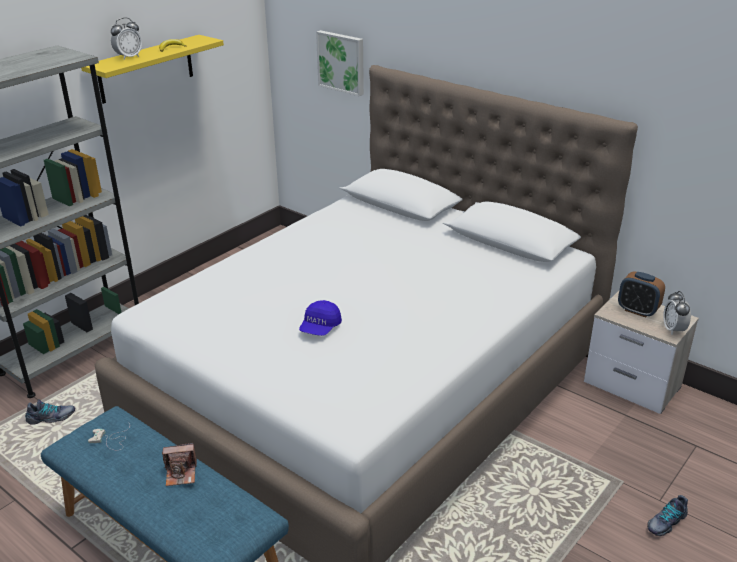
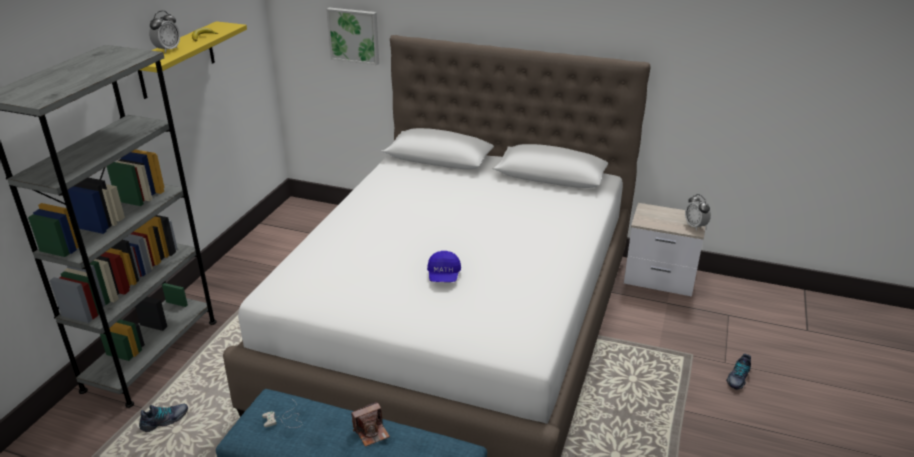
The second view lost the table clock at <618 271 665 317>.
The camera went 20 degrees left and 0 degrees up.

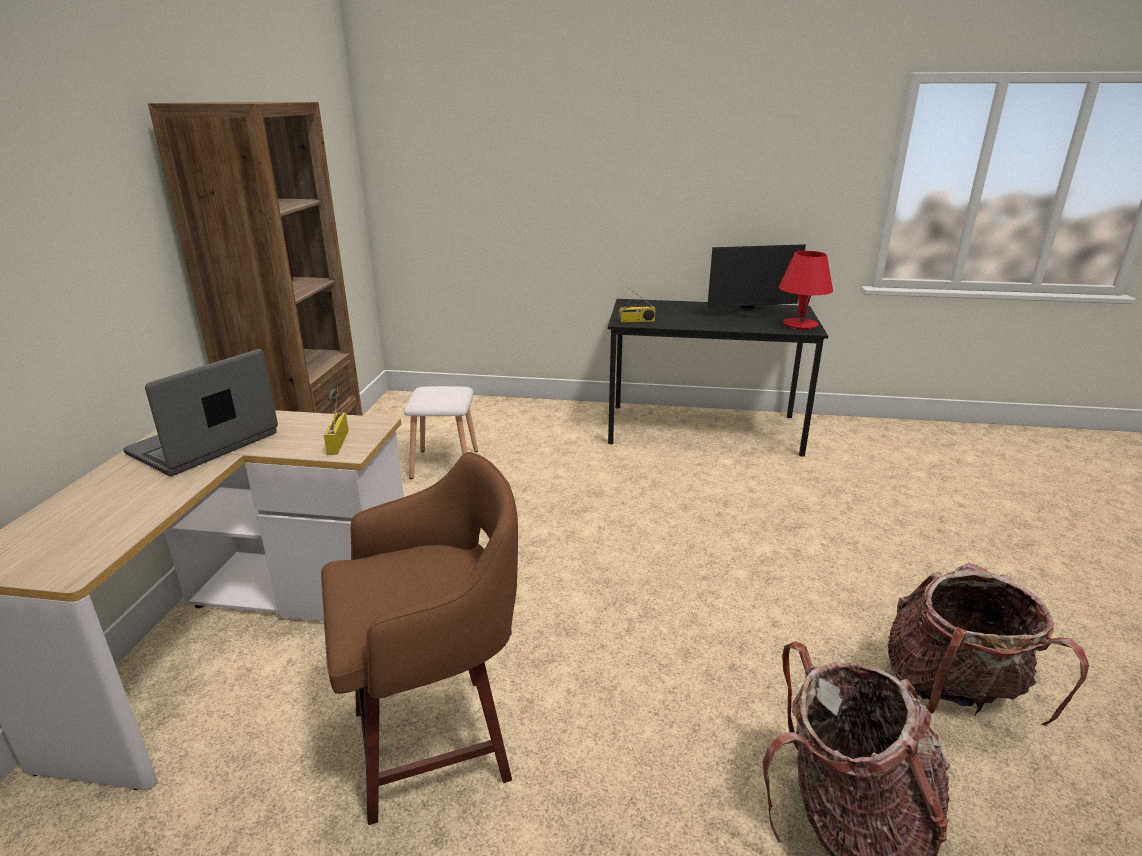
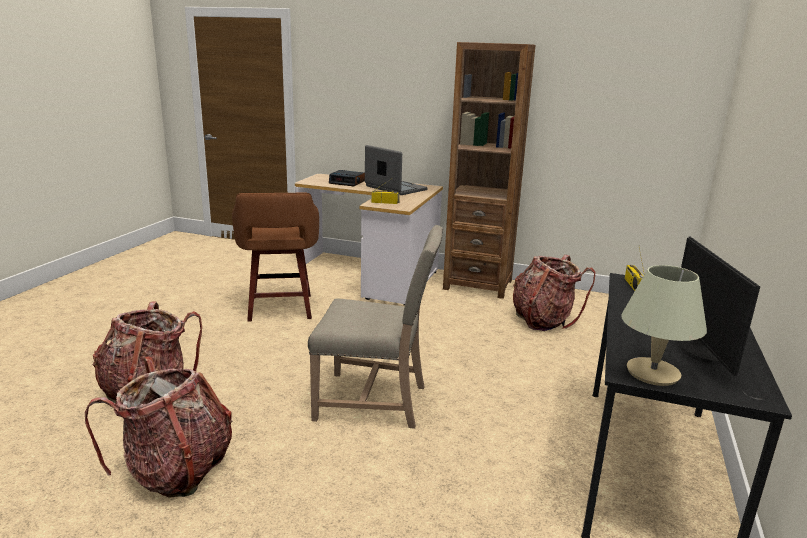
What was the red-coloured lamp for a table at <779 251 833 330> turned into the beige lamp for a table at <621 265 707 386>.
Where the white stool seat stood at <404 386 478 479>, the rucksack came to stand at <513 255 595 331>.
The second view gained the table clock at <329 170 365 186>.
The second view gained the beige chair at <308 225 443 429>.
The camera went 100 degrees right and 5 degrees down.

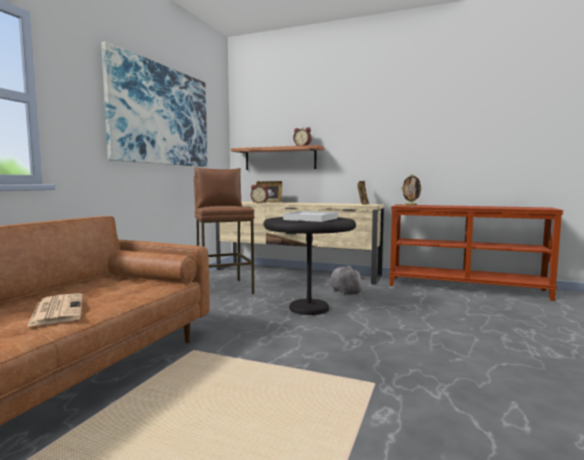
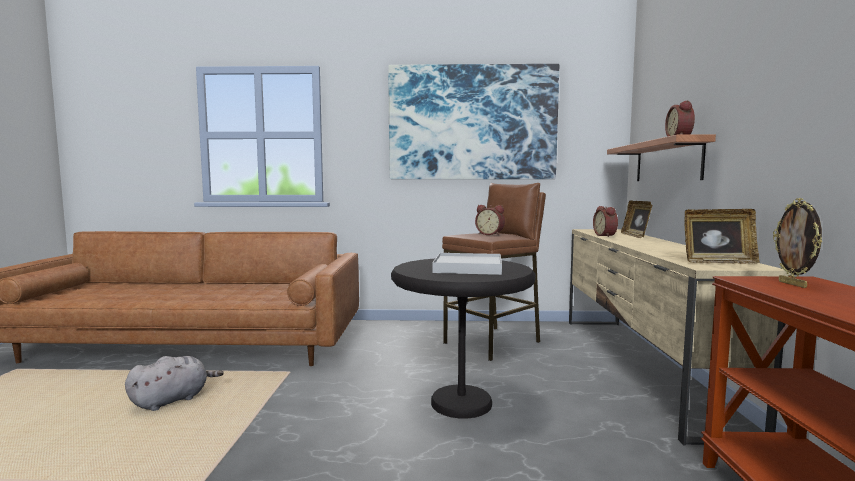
The grey plush toy ended up elsewhere, having gone from <330 266 364 295> to <125 356 224 411>.
The second view lost the newspaper at <27 293 83 327>.
The second view gained the table clock at <475 205 505 235>.
The camera went 70 degrees right and 0 degrees up.

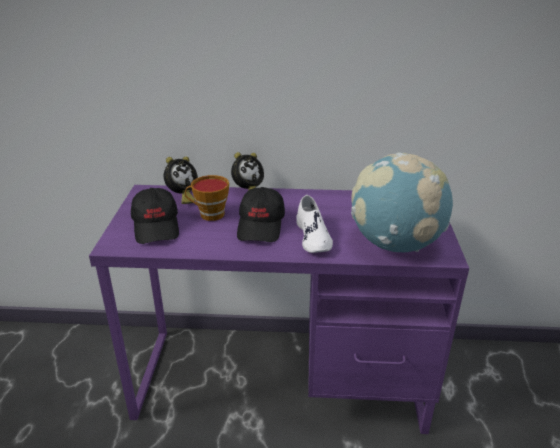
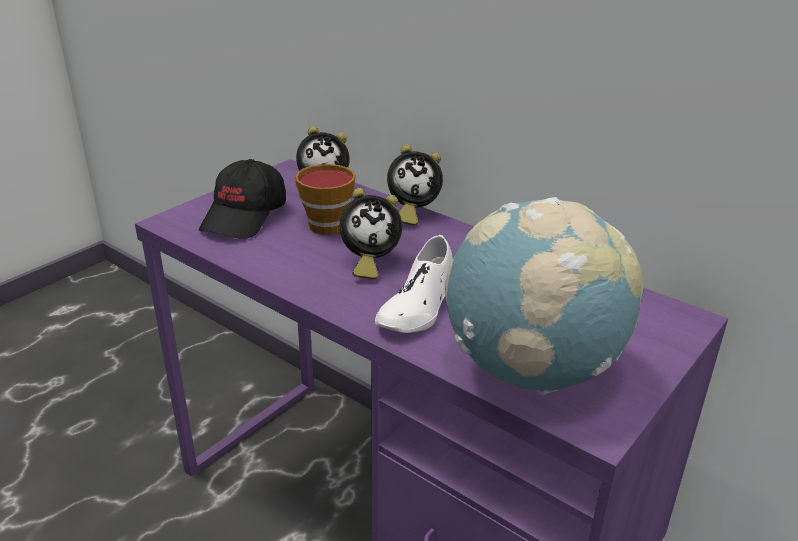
Where the black-coloured peaked cap stood at <237 187 285 242>, the table clock came to stand at <340 188 402 279>.
The camera went 35 degrees right and 0 degrees up.

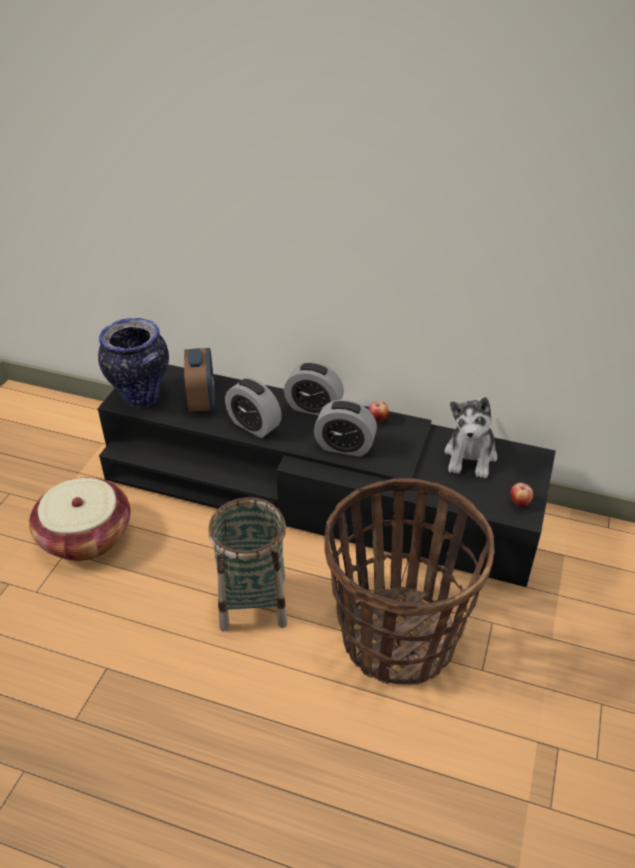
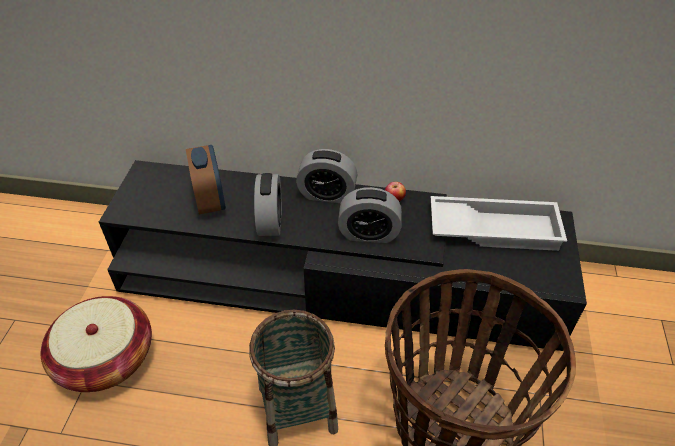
The second view lost the flower vase at <98 318 169 407>.
The table clock at <225 378 282 438> ended up facing another way, 120 degrees counterclockwise from before.
Where the plush toy stood at <445 397 497 478>, the white serving tray came to stand at <431 196 567 251>.
The second view lost the whole apple at <510 483 533 507>.
The camera went 10 degrees left and 5 degrees up.

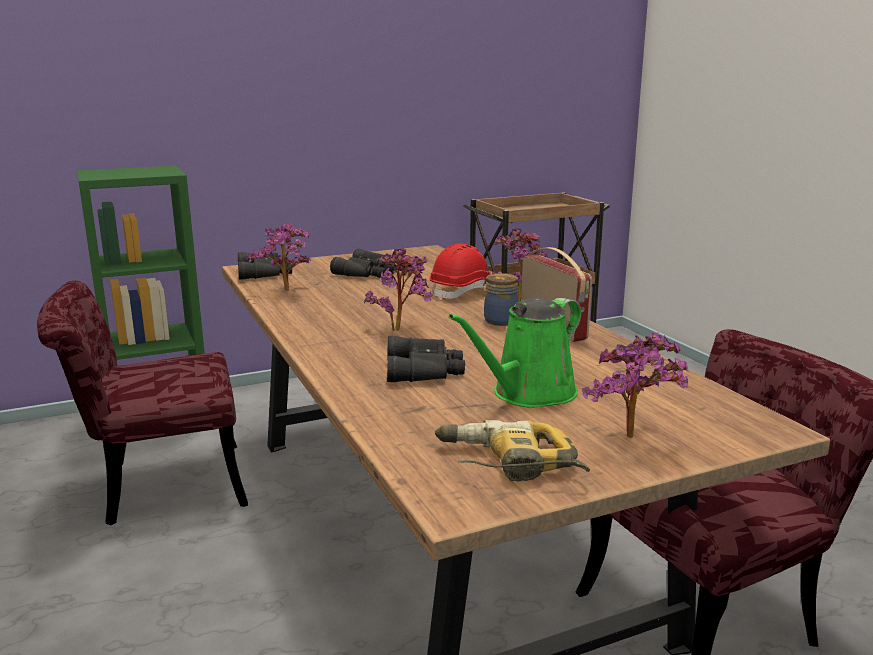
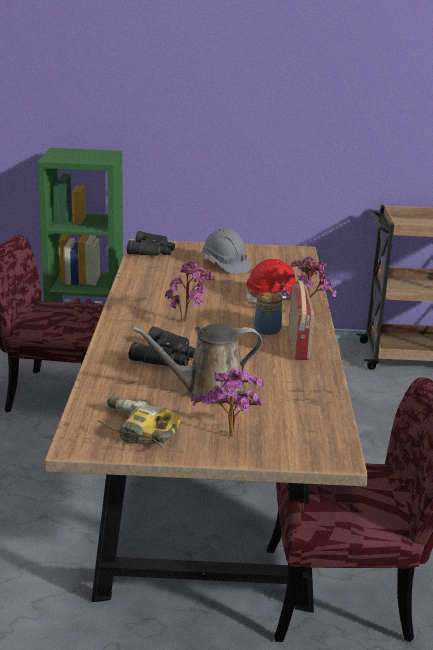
The second view lost the plant in a pot at <247 223 311 291>.
Where the black-coloured field glasses stood at <330 249 396 278>, the grey work helmet came to stand at <202 228 251 274>.
What was the green watering pot at <449 298 581 408> turned into the brownish watering pot at <132 324 262 403>.
The camera went 25 degrees right and 5 degrees up.

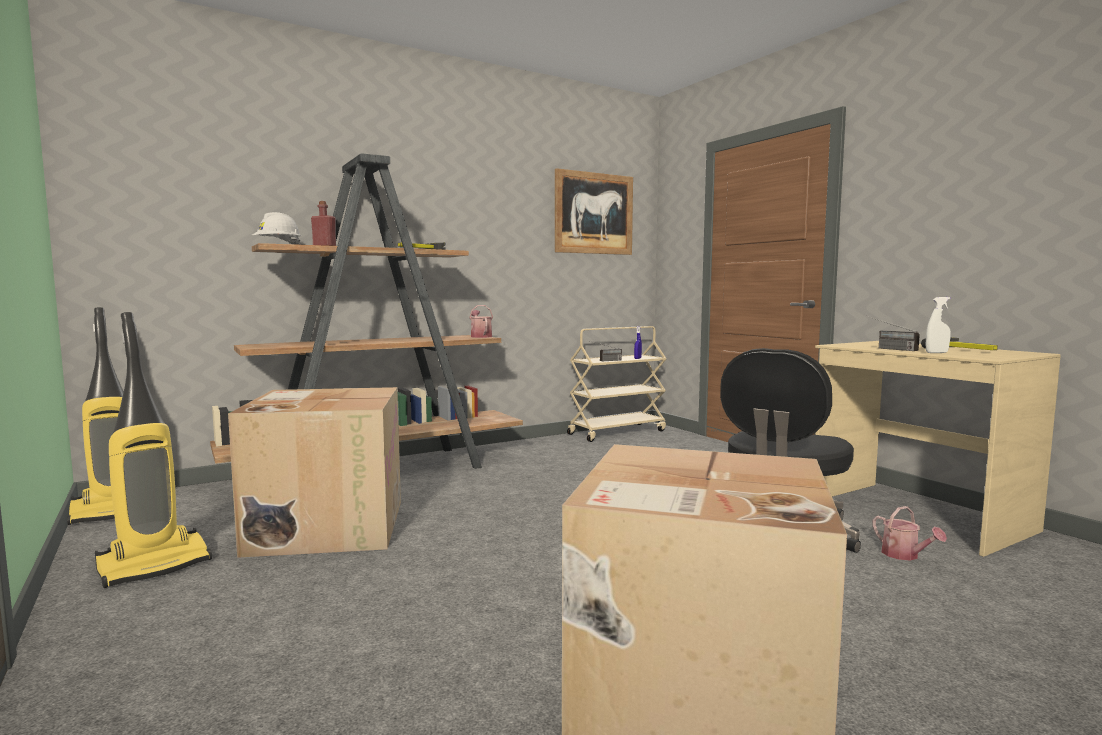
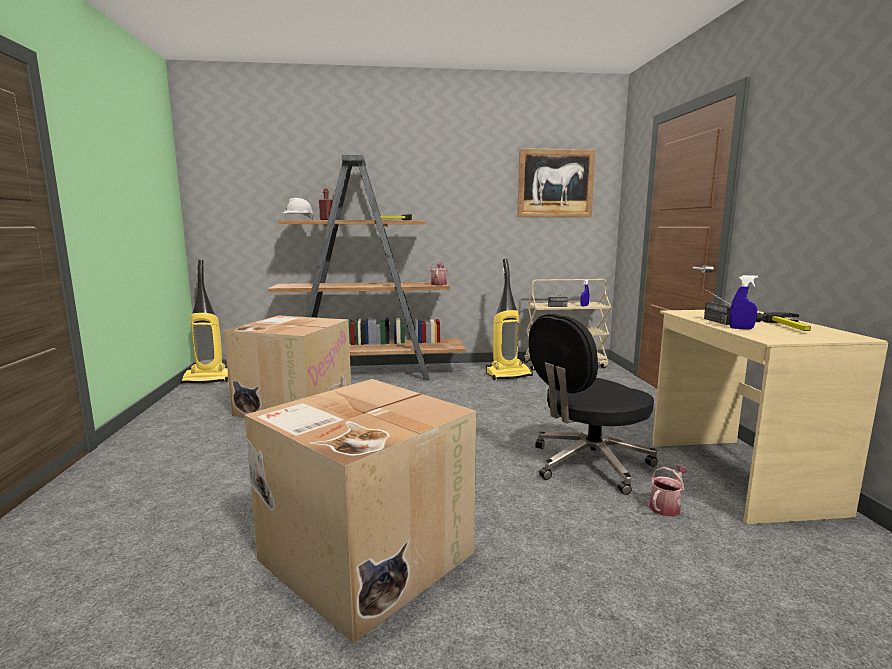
What was the white hand sprayer at <926 297 951 353> turned into the bluish hand sprayer at <729 275 758 329>.
The vacuum cleaner ended up elsewhere, having gone from <95 312 212 588> to <486 259 533 380>.
The watering pot at <872 506 947 561> ended up facing another way, 135 degrees counterclockwise from before.
The camera went 25 degrees right and 5 degrees up.

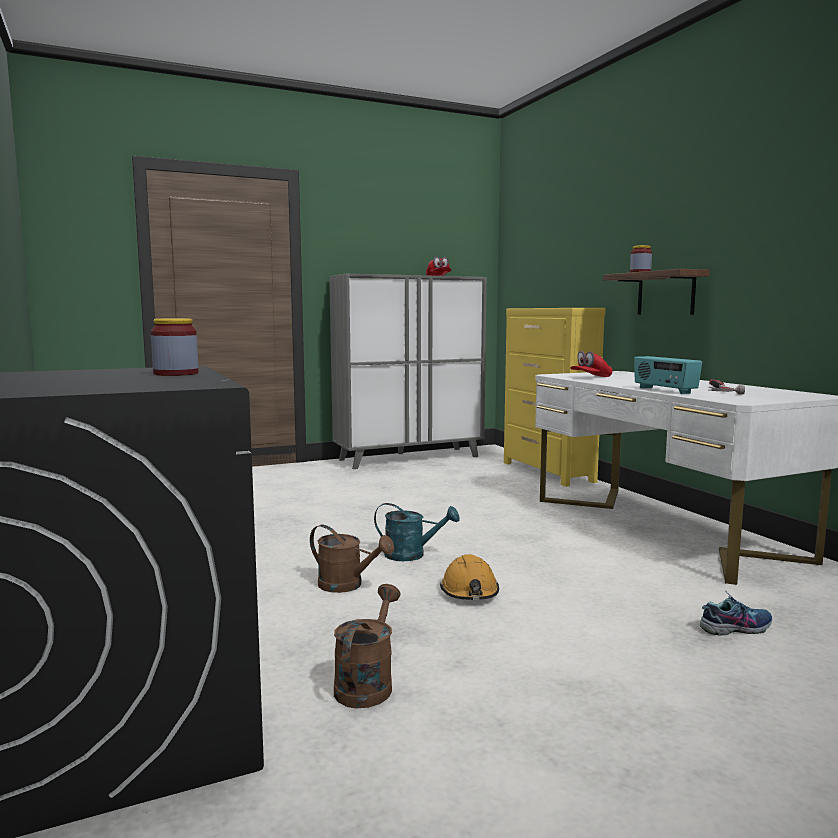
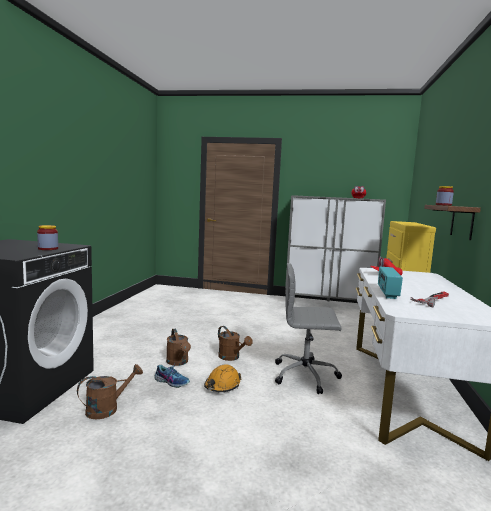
What was the turquoise watering pot at <374 503 459 561> turned into the brownish watering pot at <218 326 252 361>.
The low shoe ended up elsewhere, having gone from <700 590 772 636> to <154 364 190 388>.
The second view gained the grey desk chair at <275 263 342 394>.
The camera went 35 degrees right and 0 degrees up.

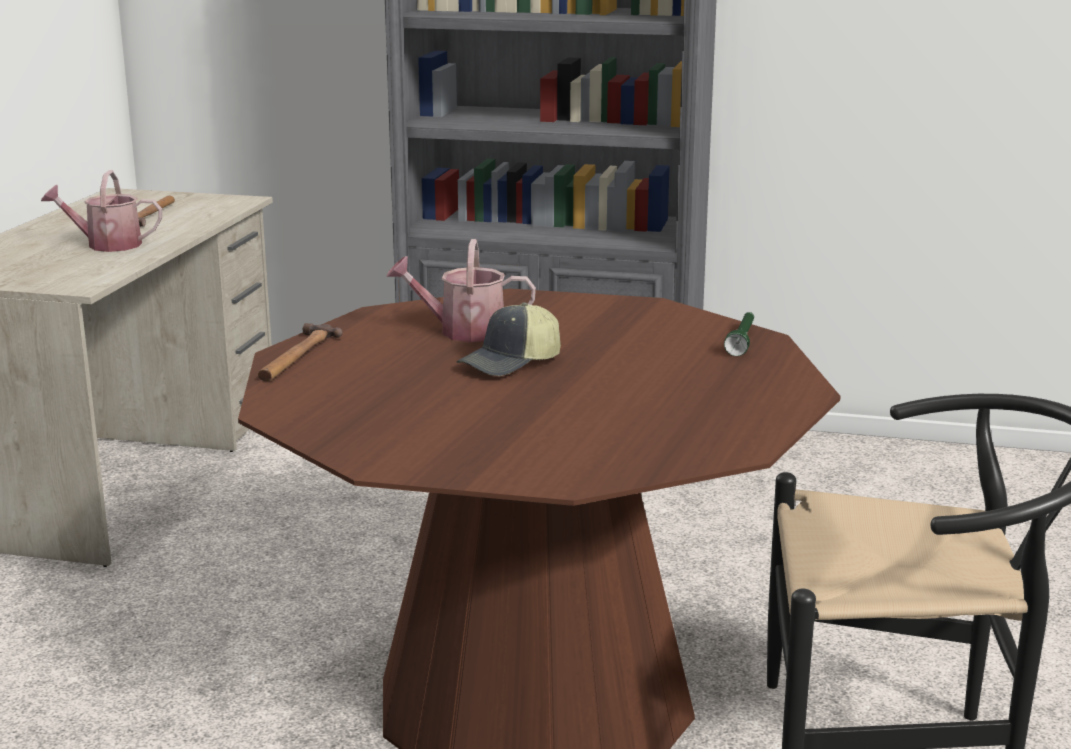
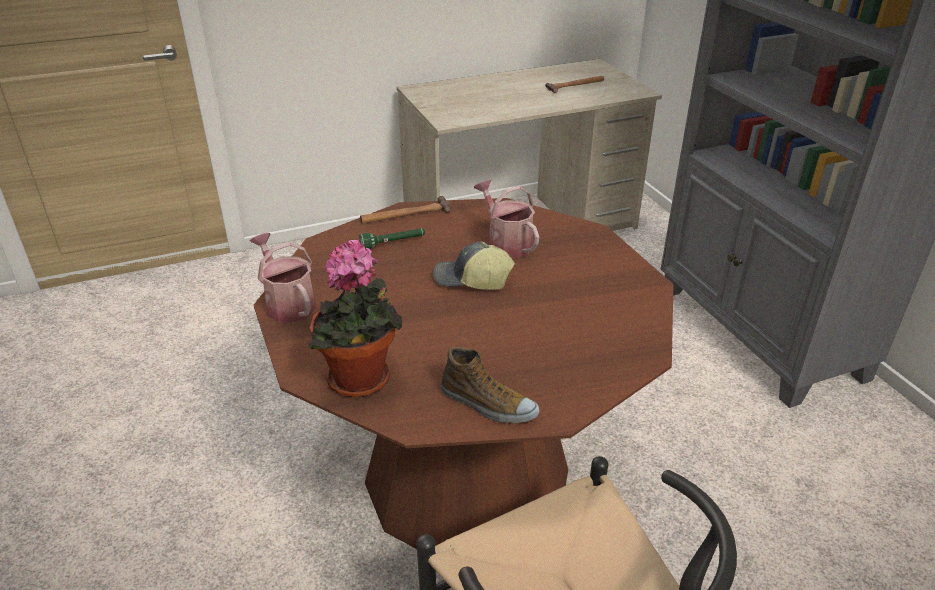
The watering pot ended up elsewhere, having gone from <41 170 162 252> to <249 233 316 322>.
The green hand torch ended up elsewhere, having gone from <724 312 754 356> to <359 228 425 249>.
The second view gained the plant in a pot at <308 240 402 398>.
The second view gained the low shoe at <441 347 540 423>.
The camera went 55 degrees right and 15 degrees up.

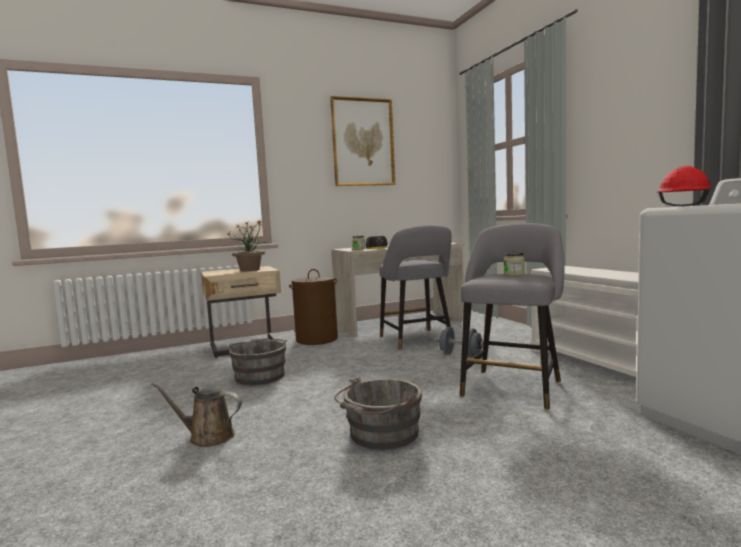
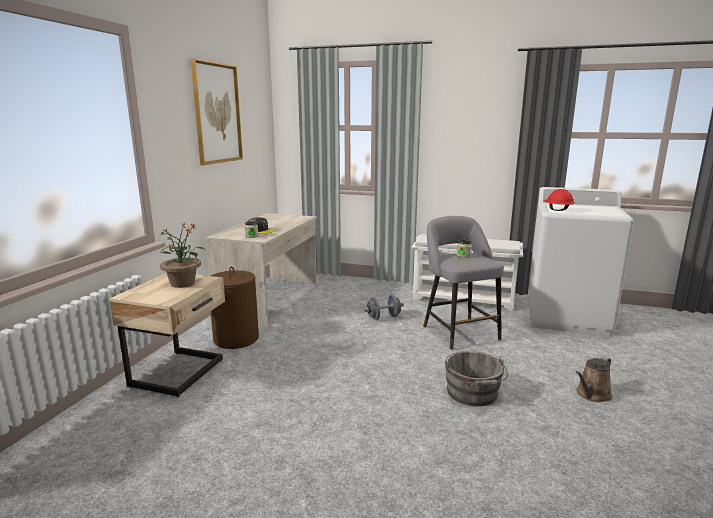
The second view lost the grey stool seat at <379 225 452 350>.
The second view lost the grey pail at <228 338 287 385>.
The brownish watering pot ended up elsewhere, having gone from <151 382 242 447> to <576 357 612 402>.
The camera went 50 degrees left and 10 degrees up.

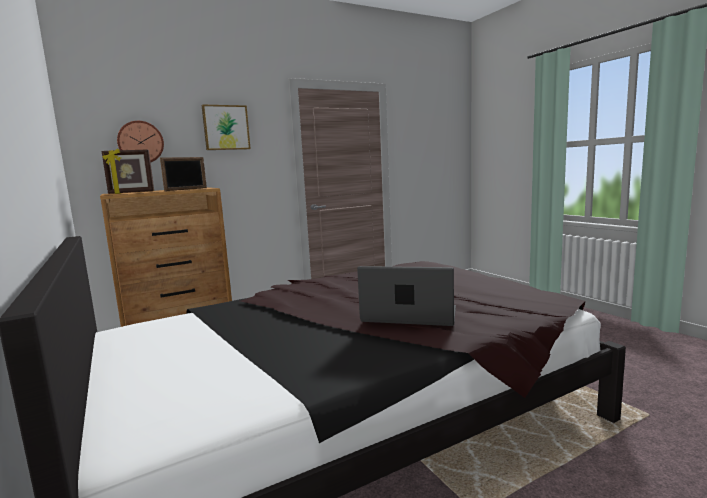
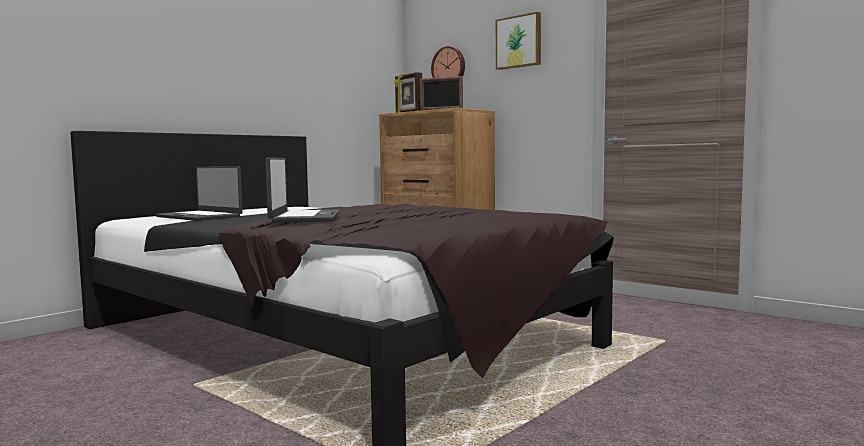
The second view gained the notebook computer at <156 166 243 221>.
The camera went 70 degrees right and 5 degrees down.

